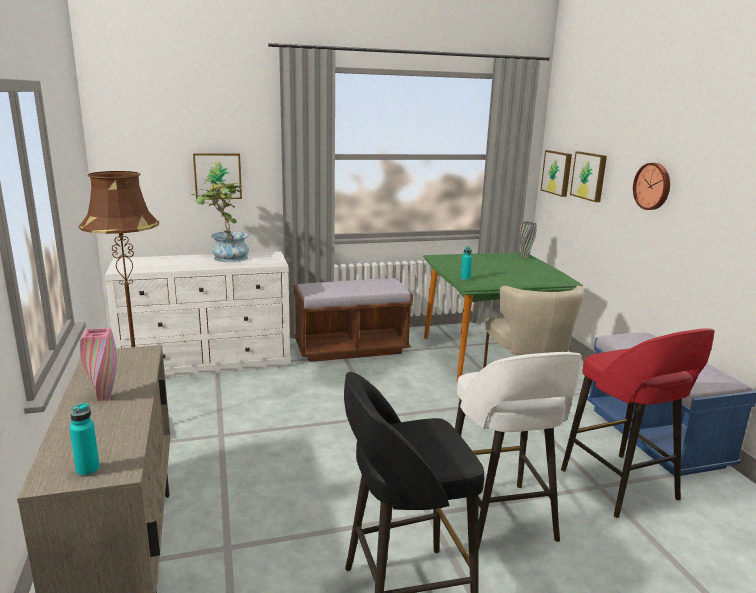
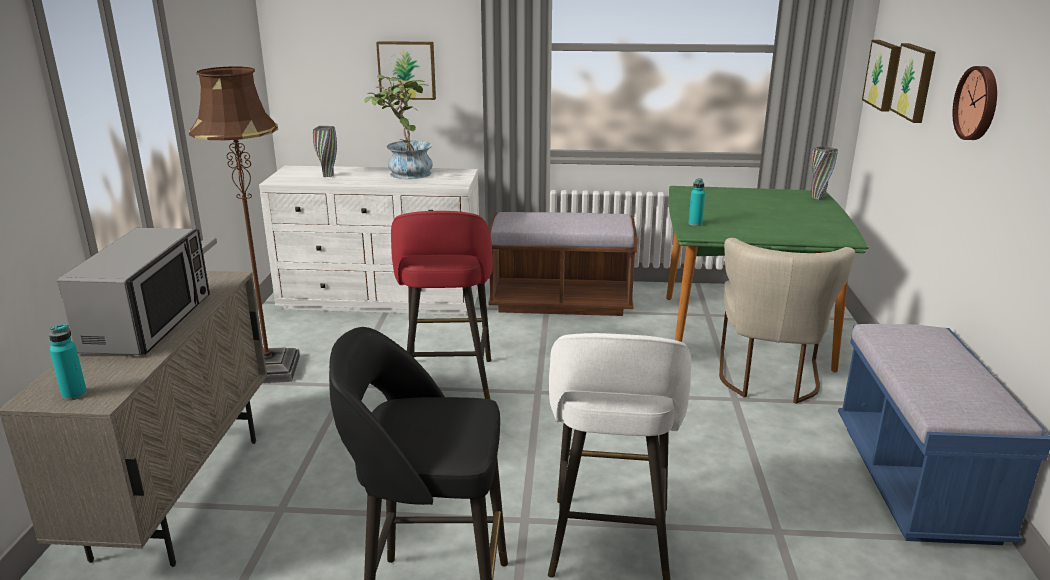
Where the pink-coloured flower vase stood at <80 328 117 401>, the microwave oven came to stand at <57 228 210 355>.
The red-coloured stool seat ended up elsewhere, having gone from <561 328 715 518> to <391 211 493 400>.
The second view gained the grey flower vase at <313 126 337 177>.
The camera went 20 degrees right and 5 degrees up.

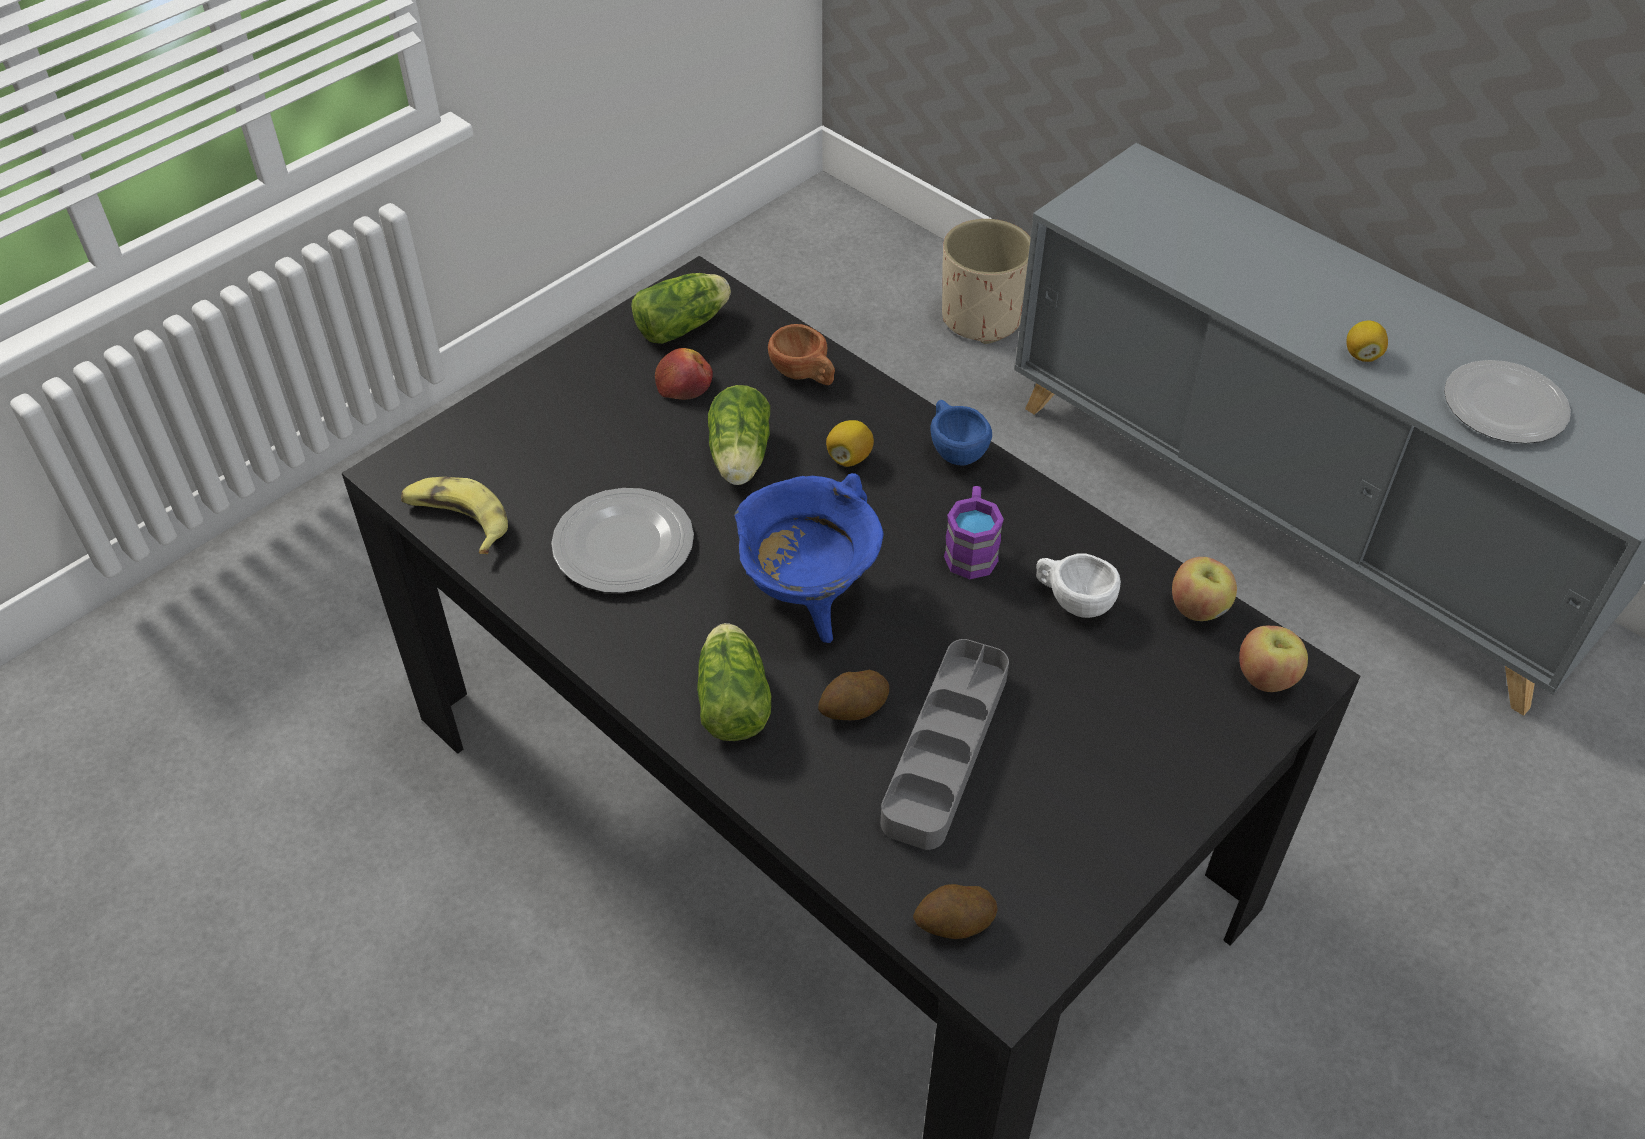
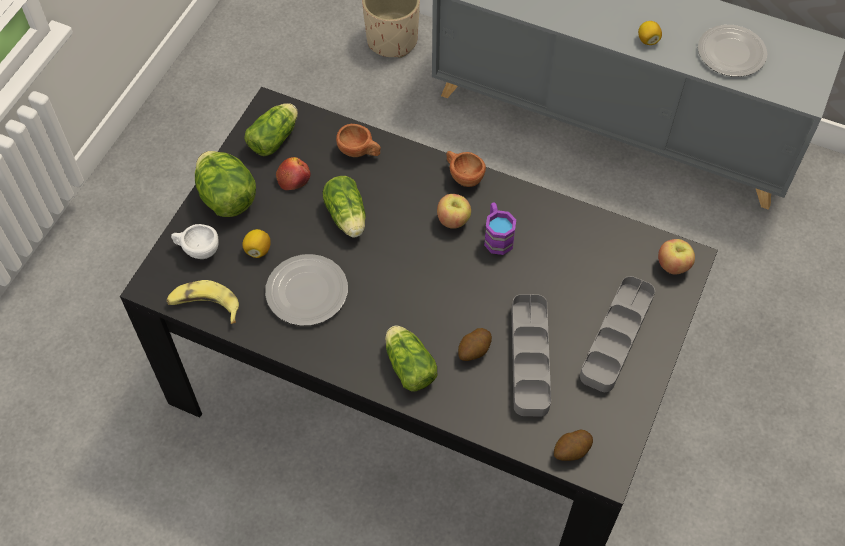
What was the bluish cup at <930 400 992 465> turned into the brownish cup at <446 151 486 187>.
The lemon ended up elsewhere, having gone from <826 420 874 467> to <243 229 271 258>.
The second view lost the bluish cooking pot at <734 473 884 643>.
The white cup ended up elsewhere, having gone from <1036 553 1121 618> to <171 224 219 259>.
The whole apple ended up elsewhere, having gone from <1172 557 1237 621> to <437 194 471 229>.
The second view gained the lettuce at <195 151 256 217>.
The second view gained the grey serving tray at <580 276 655 392>.
The camera went 20 degrees left and 10 degrees up.

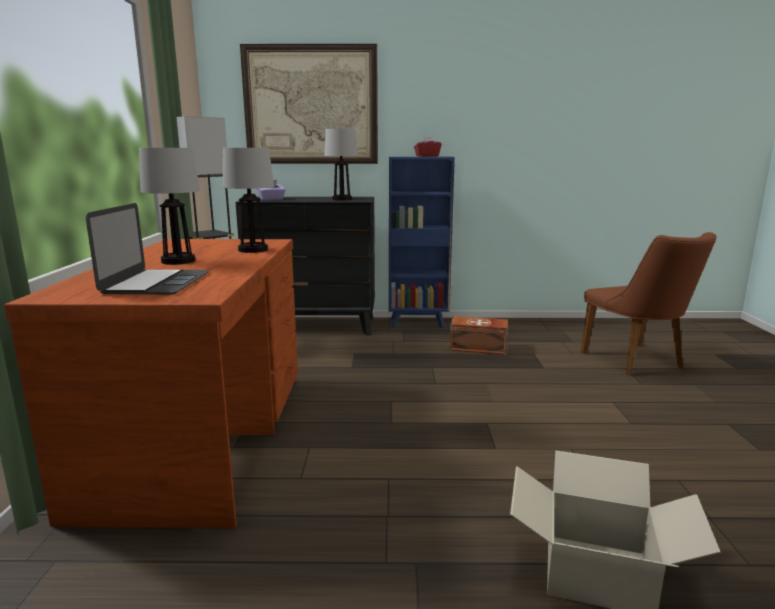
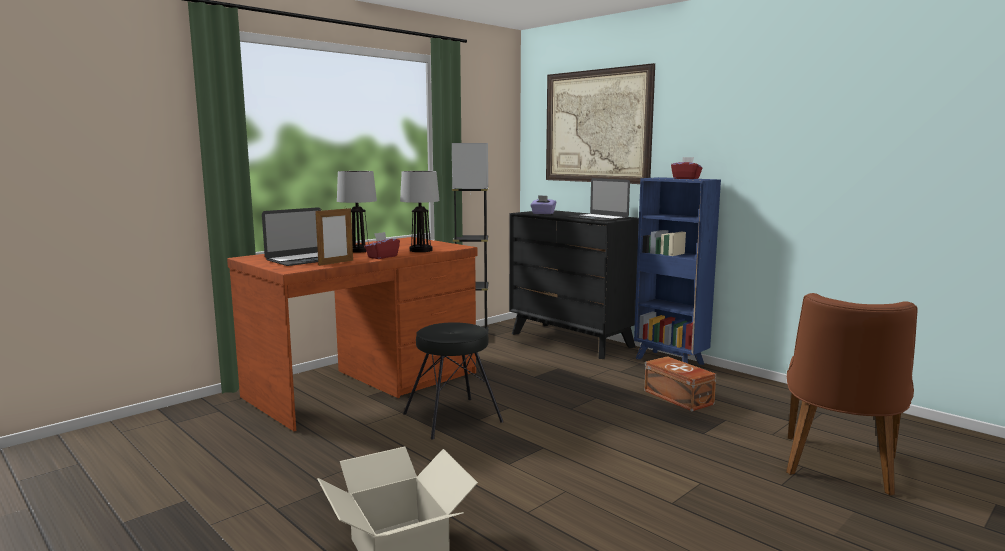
Where the lamp for a table stood at <324 129 358 200>, the notebook computer came to stand at <567 178 630 221>.
The second view gained the picture frame at <315 208 353 266>.
The second view gained the red-coloured box of tissues at <364 232 400 259>.
The second view gained the black-coloured stool seat at <403 322 503 440>.
The camera went 45 degrees right and 5 degrees down.

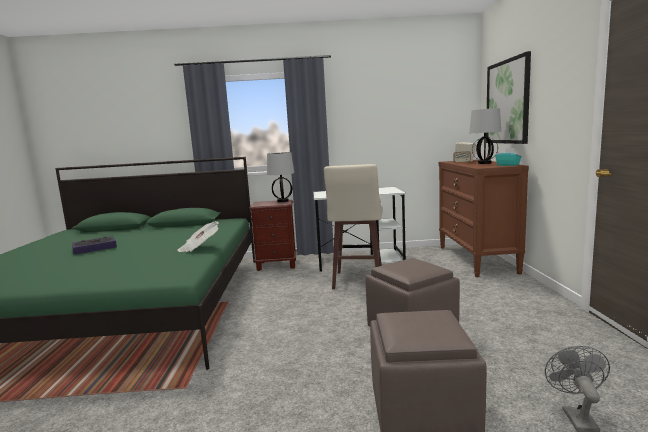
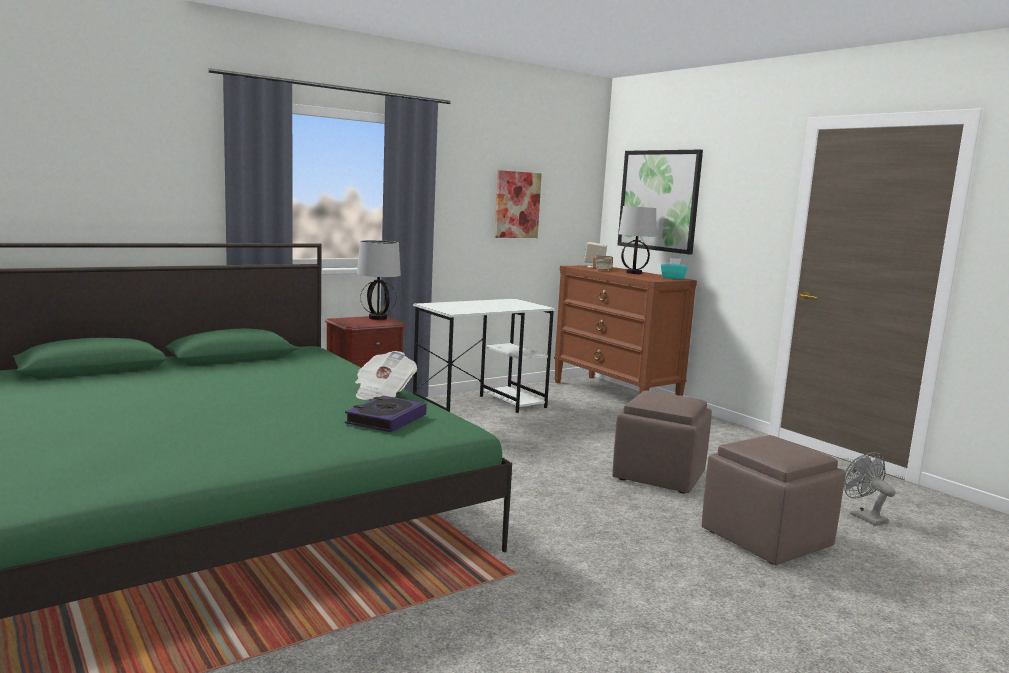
The second view lost the beige stool seat at <324 164 383 289>.
The bound book ended up elsewhere, having gone from <72 236 117 255> to <345 396 427 432>.
The second view gained the picture at <494 170 542 238>.
The camera went 35 degrees left and 0 degrees up.

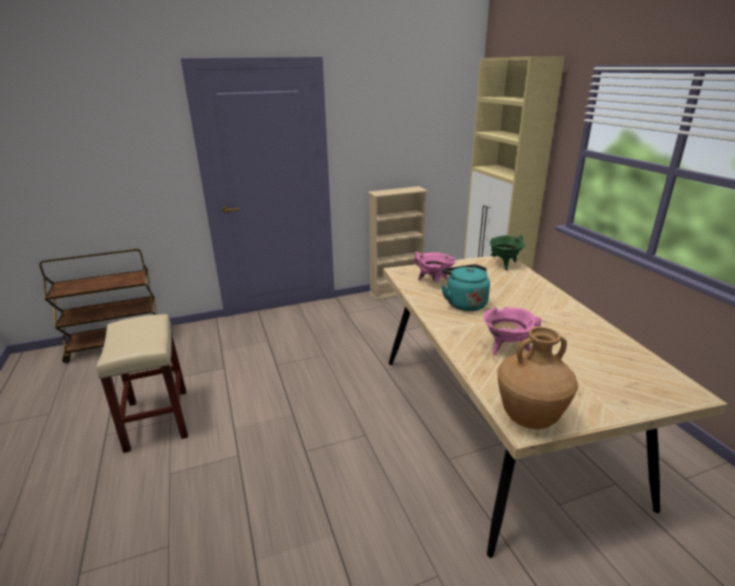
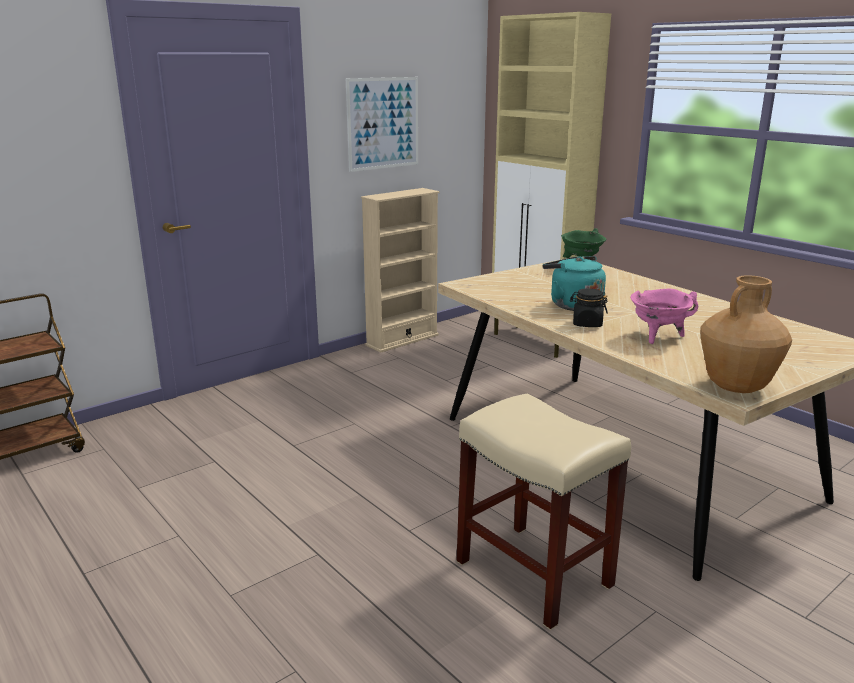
The second view lost the pink-coloured cooking pot at <414 252 456 282>.
The beige stool seat ended up elsewhere, having gone from <96 314 188 453> to <456 393 631 630>.
The second view gained the picture at <346 77 418 172>.
The second view gained the black-coloured storage jar at <570 288 608 327>.
The camera went 20 degrees left and 5 degrees down.

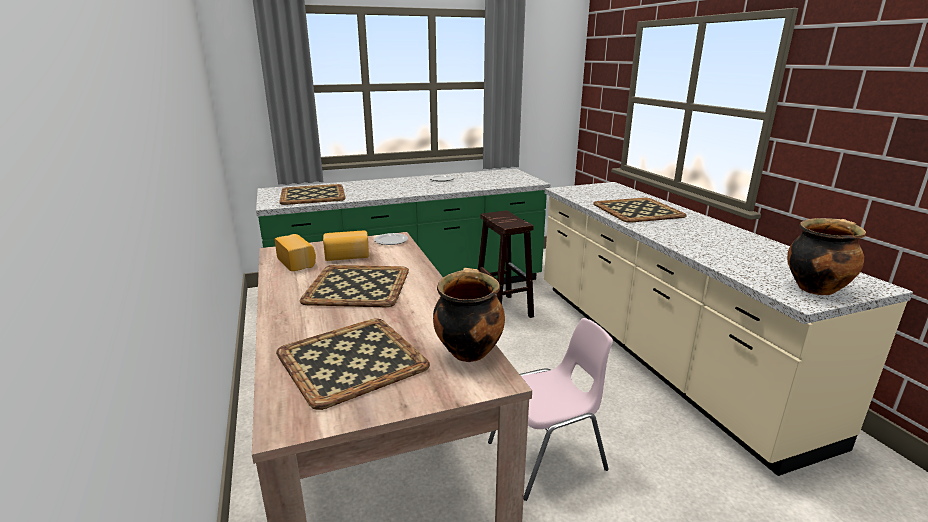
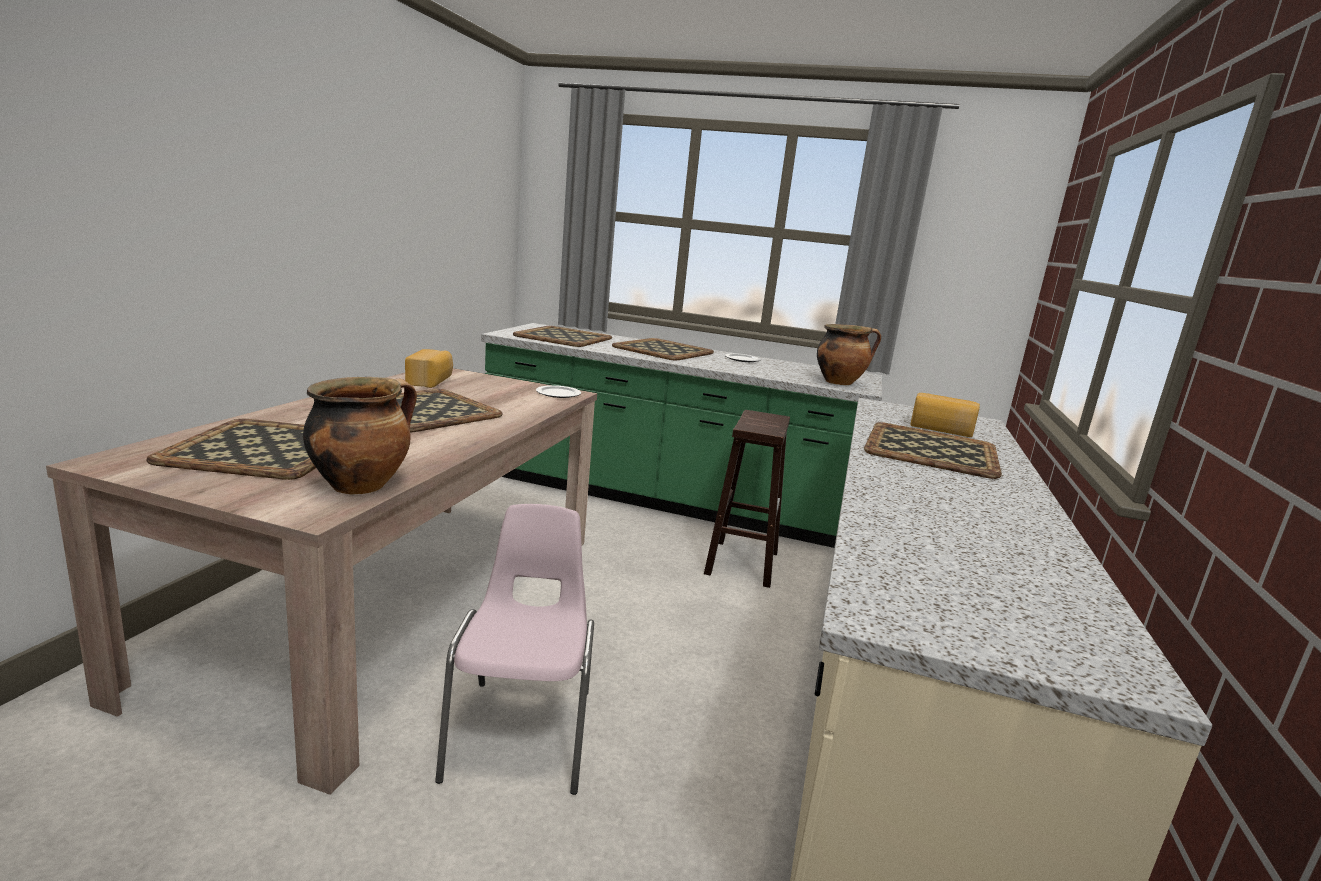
The cooking pot ended up elsewhere, having gone from <787 218 866 295> to <817 324 881 385>.
The bakery bread ended up elsewhere, having gone from <323 231 369 261> to <910 393 980 437>.
The pink-coloured chair at <488 318 613 501> ended up facing another way, 105 degrees counterclockwise from before.
The second view gained the serving tray at <612 338 714 360>.
The camera went 35 degrees right and 5 degrees down.

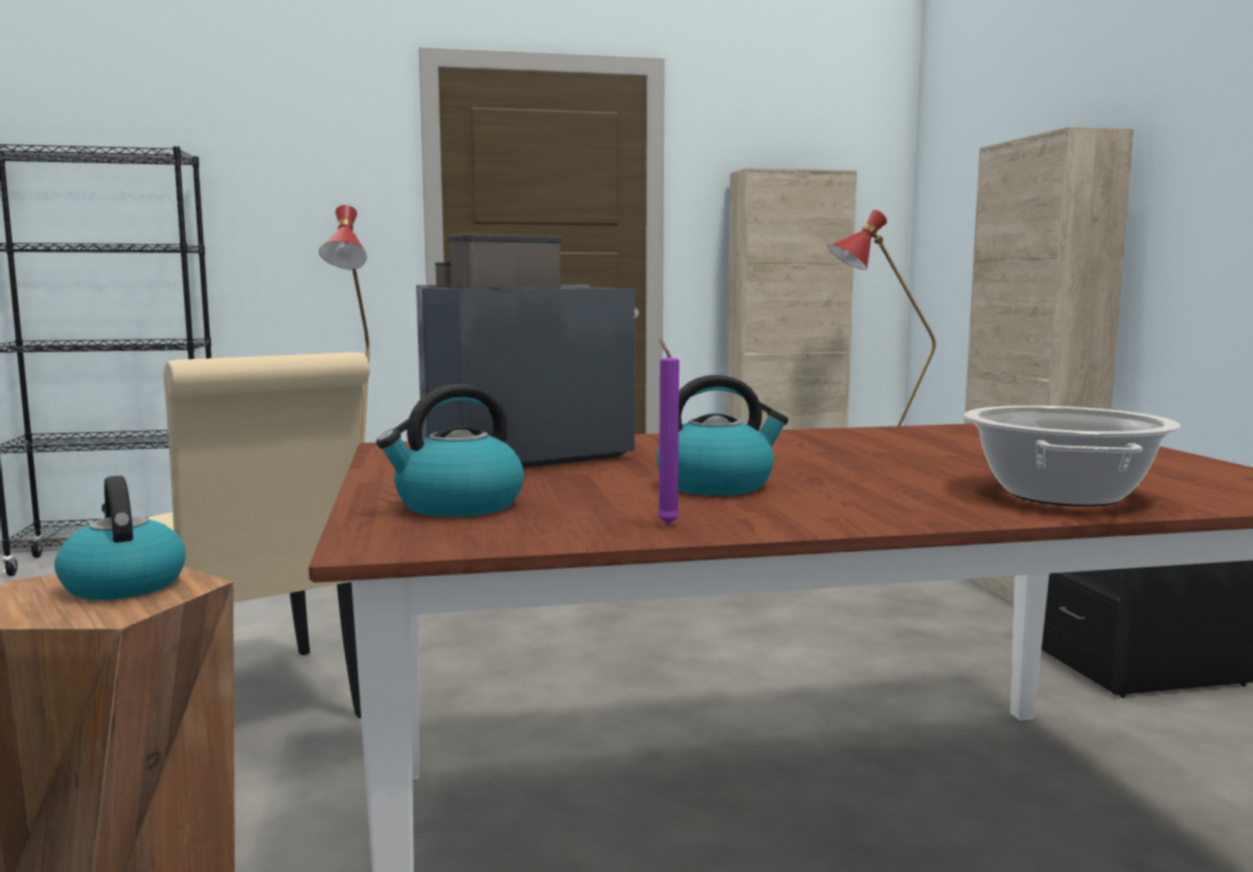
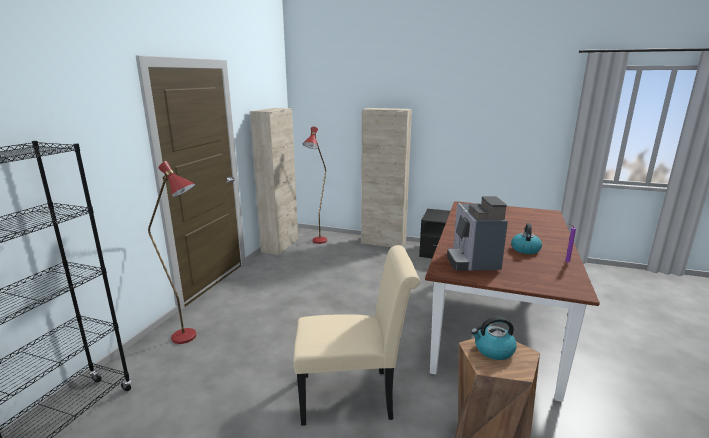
The second view lost the tea kettle at <376 384 524 517>.
The second view lost the cooking pot at <965 406 1180 507>.
The camera went 60 degrees left and 10 degrees up.

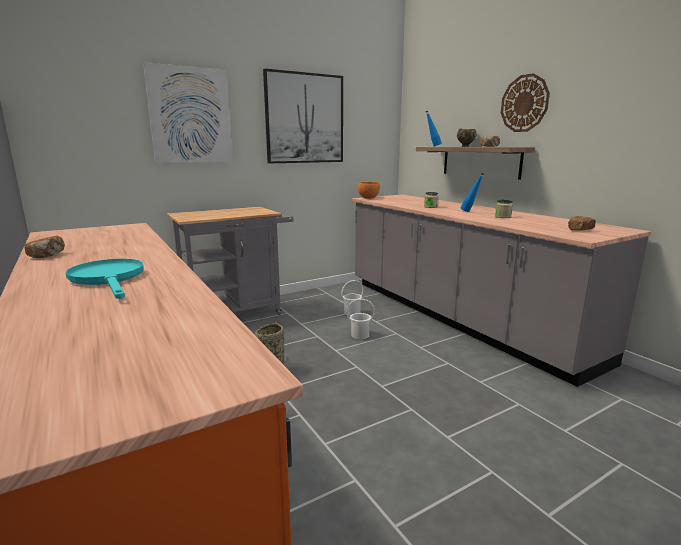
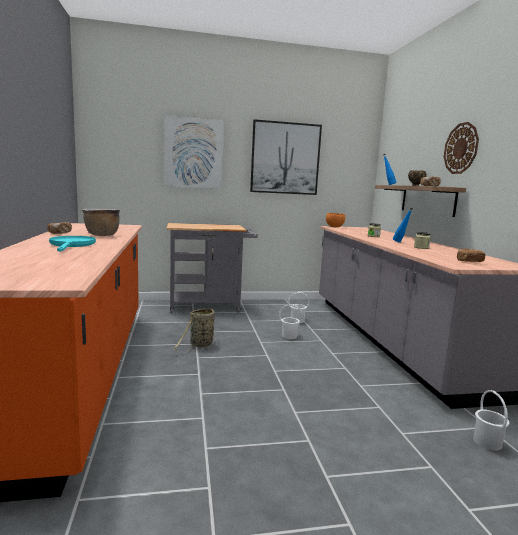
The second view gained the brownish cooking pot at <82 209 120 236>.
The second view gained the white pail at <473 390 509 451>.
The camera went 20 degrees right and 5 degrees down.

